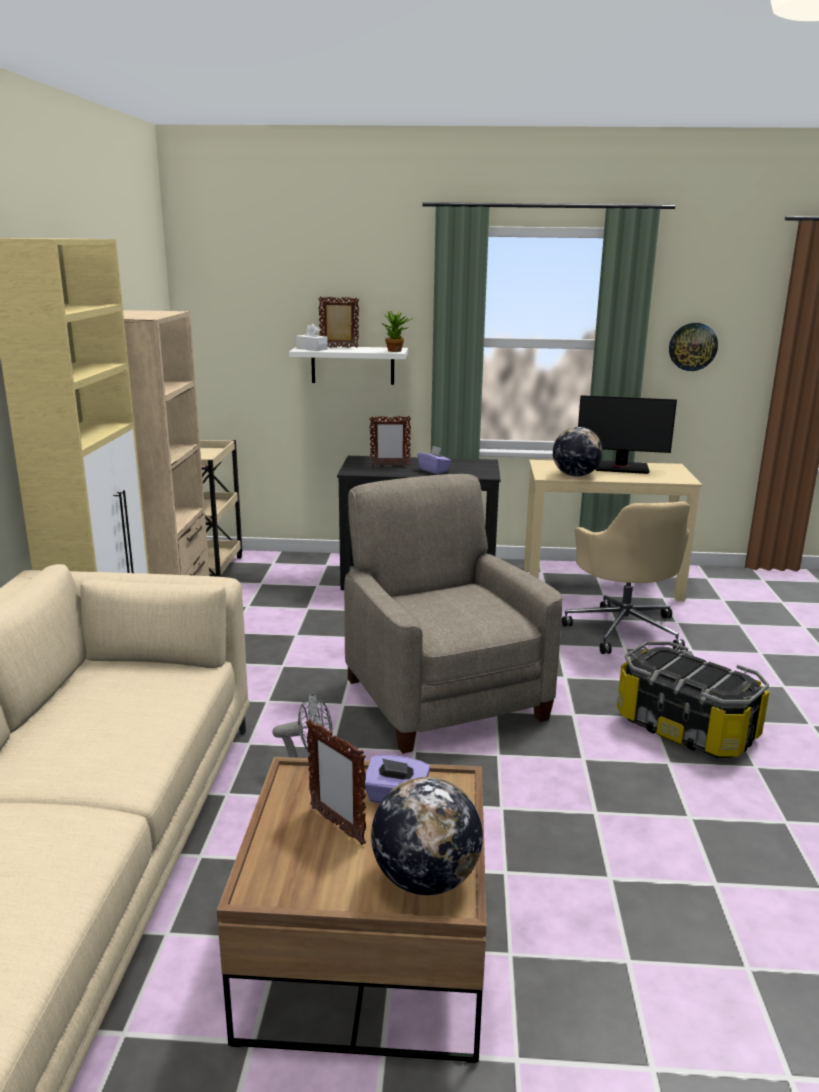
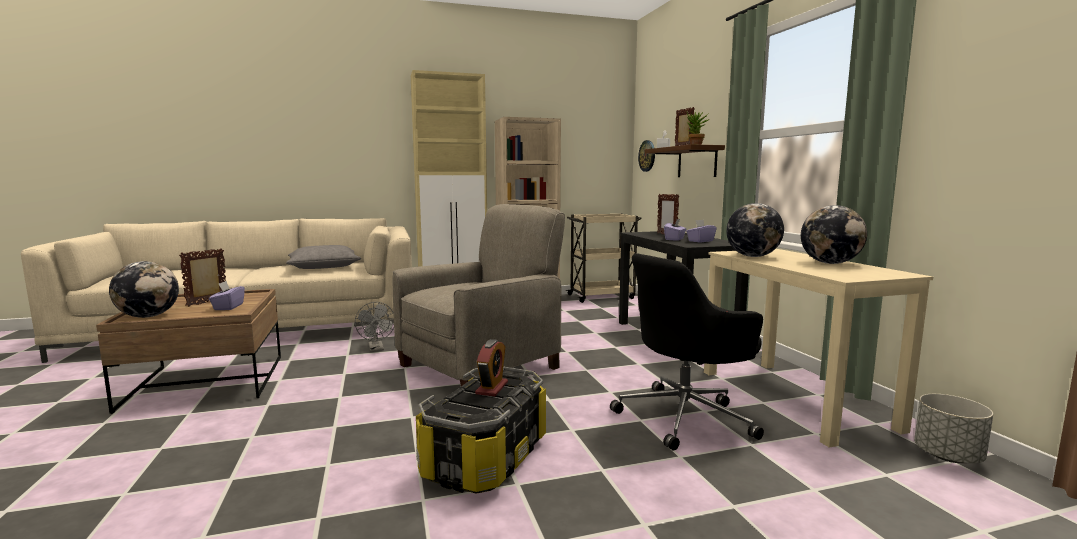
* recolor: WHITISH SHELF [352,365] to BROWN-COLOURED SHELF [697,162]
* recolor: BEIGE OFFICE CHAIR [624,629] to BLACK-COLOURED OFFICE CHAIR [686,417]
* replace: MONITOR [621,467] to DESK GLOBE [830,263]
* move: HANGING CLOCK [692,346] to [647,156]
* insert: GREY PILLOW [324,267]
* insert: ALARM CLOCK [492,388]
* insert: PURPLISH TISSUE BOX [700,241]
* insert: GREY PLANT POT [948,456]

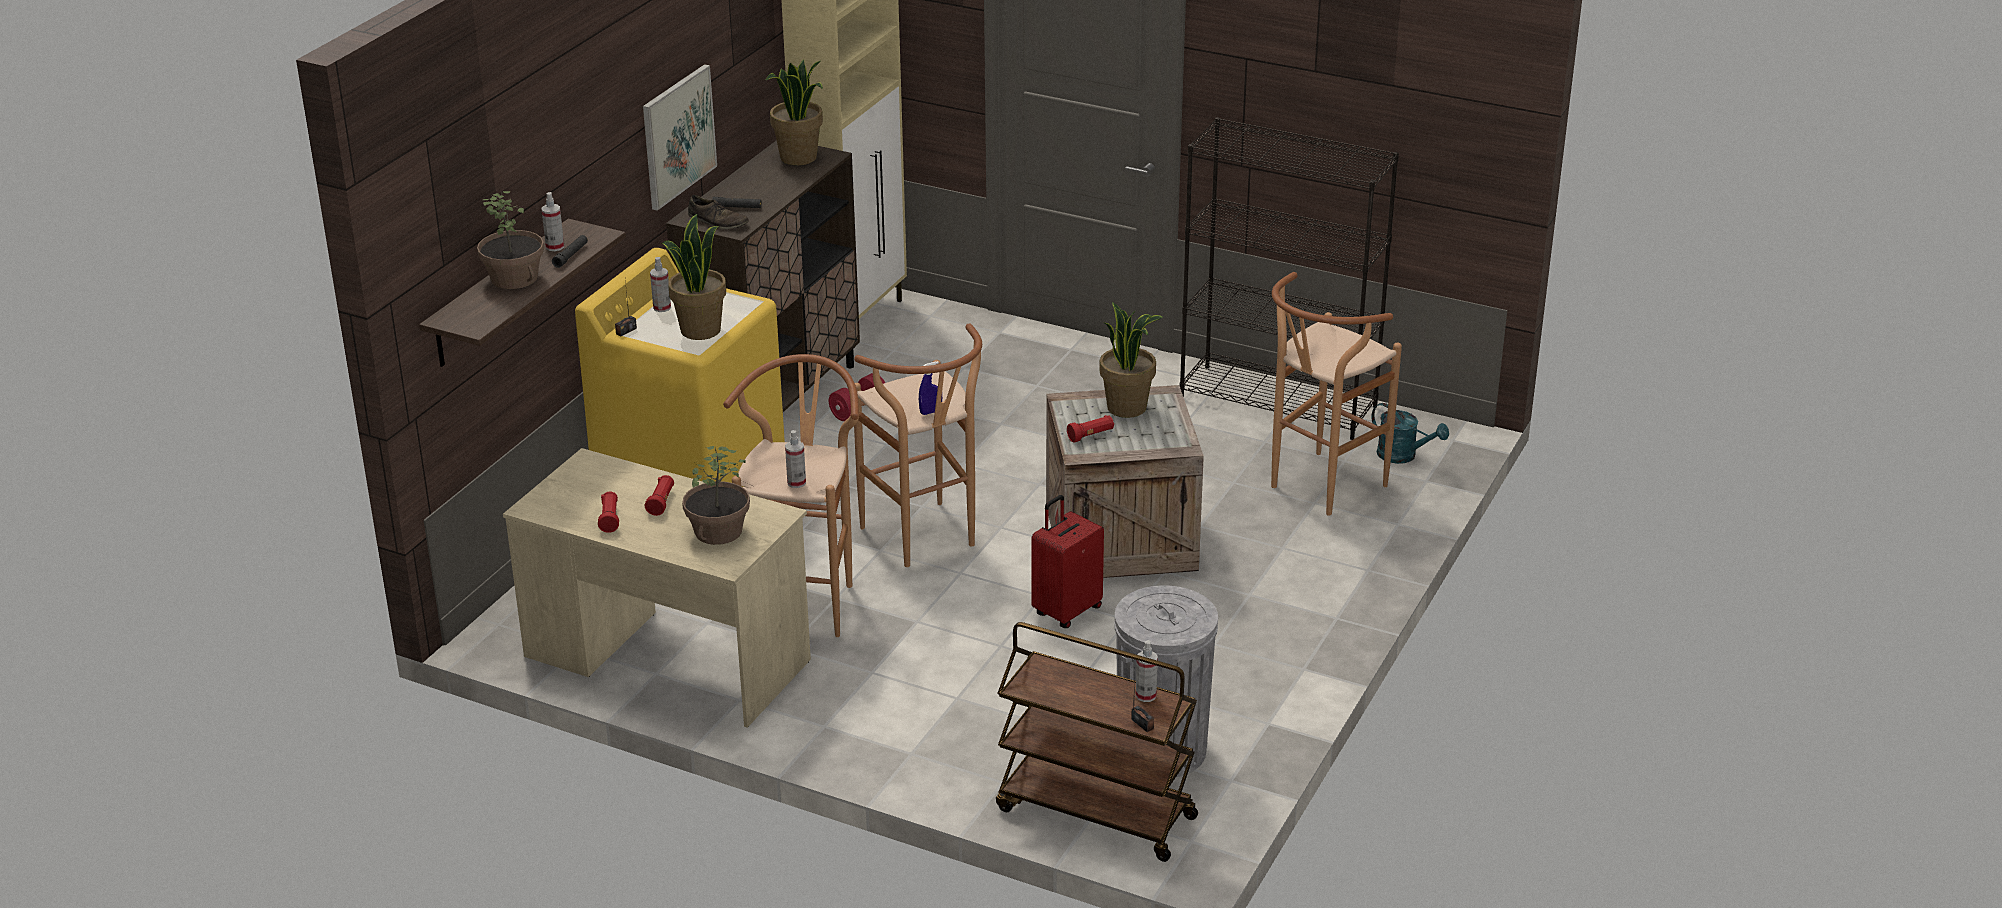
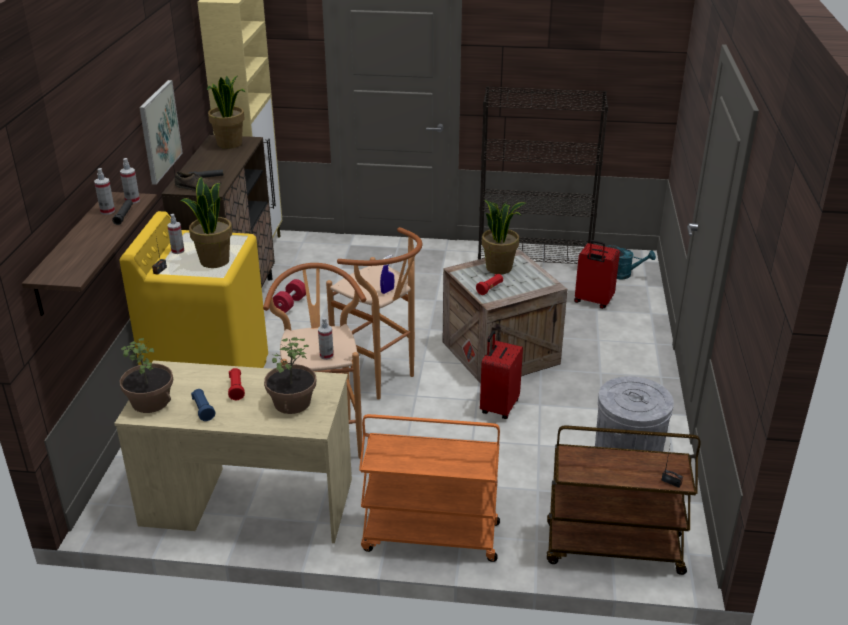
* move: HOUSEPLANT [515,278] to [151,401]
* recolor: RED-COLOURED FLASHLIGHT [610,519] to BLUE FLASHLIGHT [203,410]
* move: SPRAYER [1146,695] to [132,200]
* replace: BROWN-COLOURED SITTING STOOL [1319,489] to RED-COLOURED PIECE OF LUGGAGE [593,301]
* insert: ORANGE WHEELED CART [430,537]

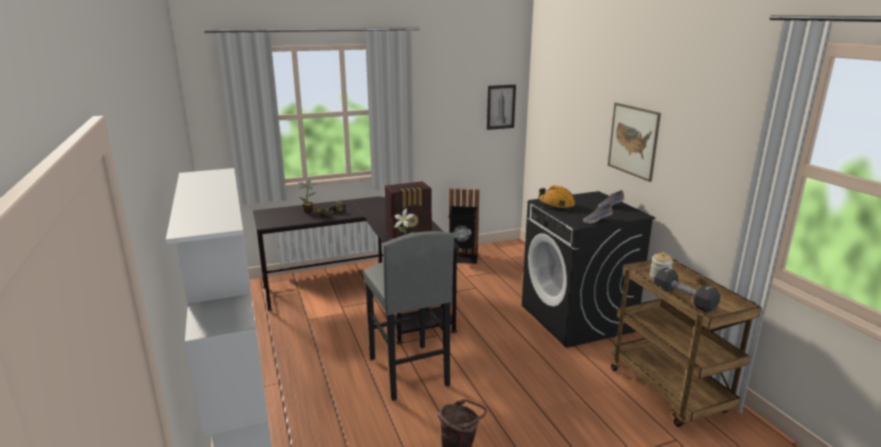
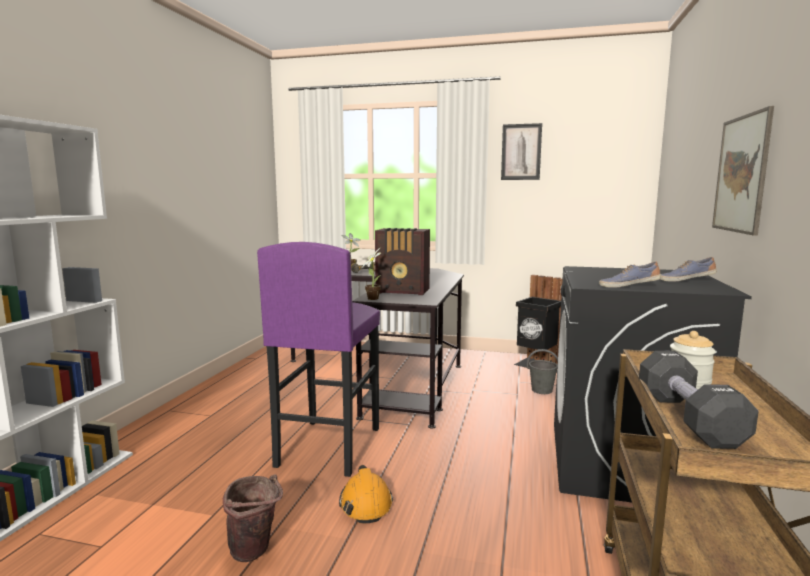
* recolor: GREY SITTING STOOL [408,372] to PURPLISH SITTING STOOL [328,447]
* move: WALL PICTURE [501,107] to [521,152]
* move: ORANGE HARD HAT [556,204] to [365,503]
* insert: GREY PAIL [542,390]

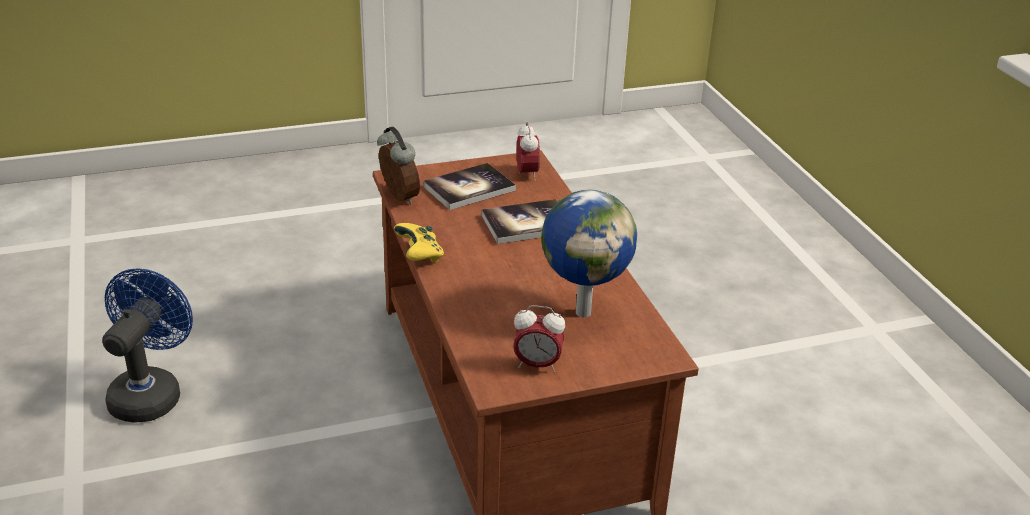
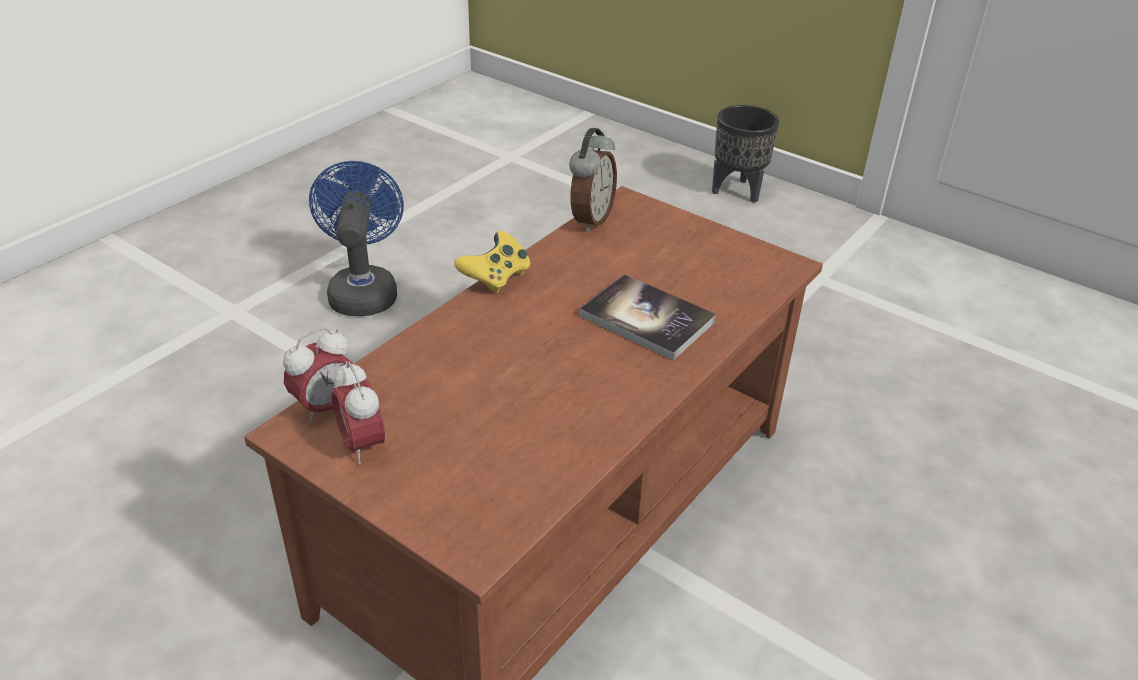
* rotate: BLUE ELECTRIC FAN [150,393] = [363,290] 75 degrees counterclockwise
* delete: BOOK [469,188]
* move: ALARM CLOCK [527,174] to [325,407]
* delete: DESK GLOBE [583,311]
* insert: BLACK-COLOURED PLANT POT [737,191]

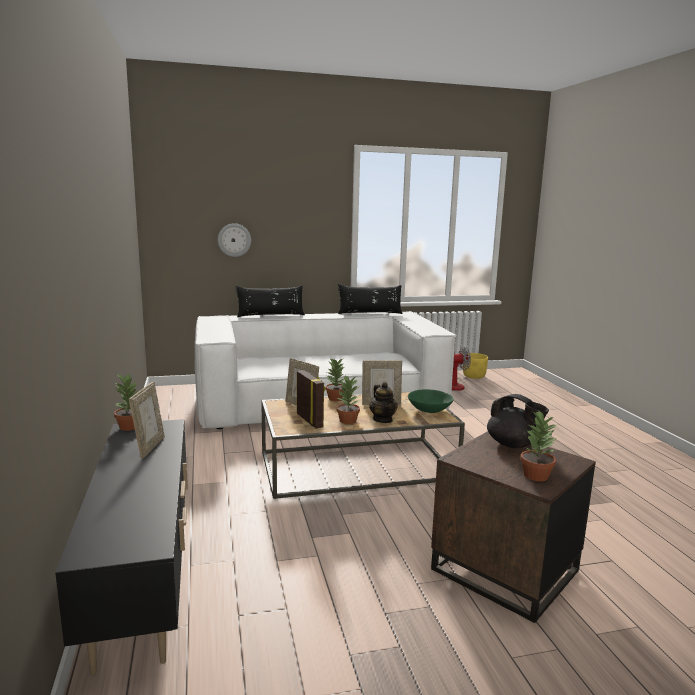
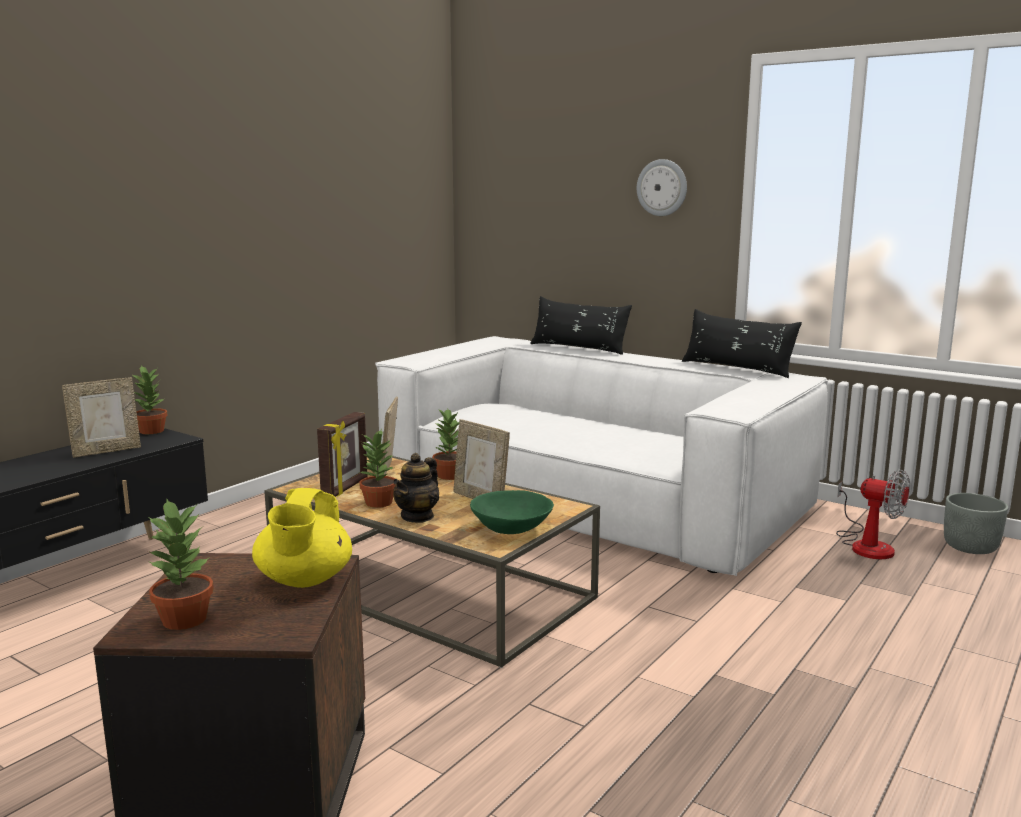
* move: HANGING CLOCK [234,240] to [662,187]
* recolor: YELLOWISH PLANT POT [474,376] to GREY PLANT POT [971,547]
* recolor: BLACK-COLOURED POT FOR TEA [513,445] to YELLOWISH POT FOR TEA [304,580]

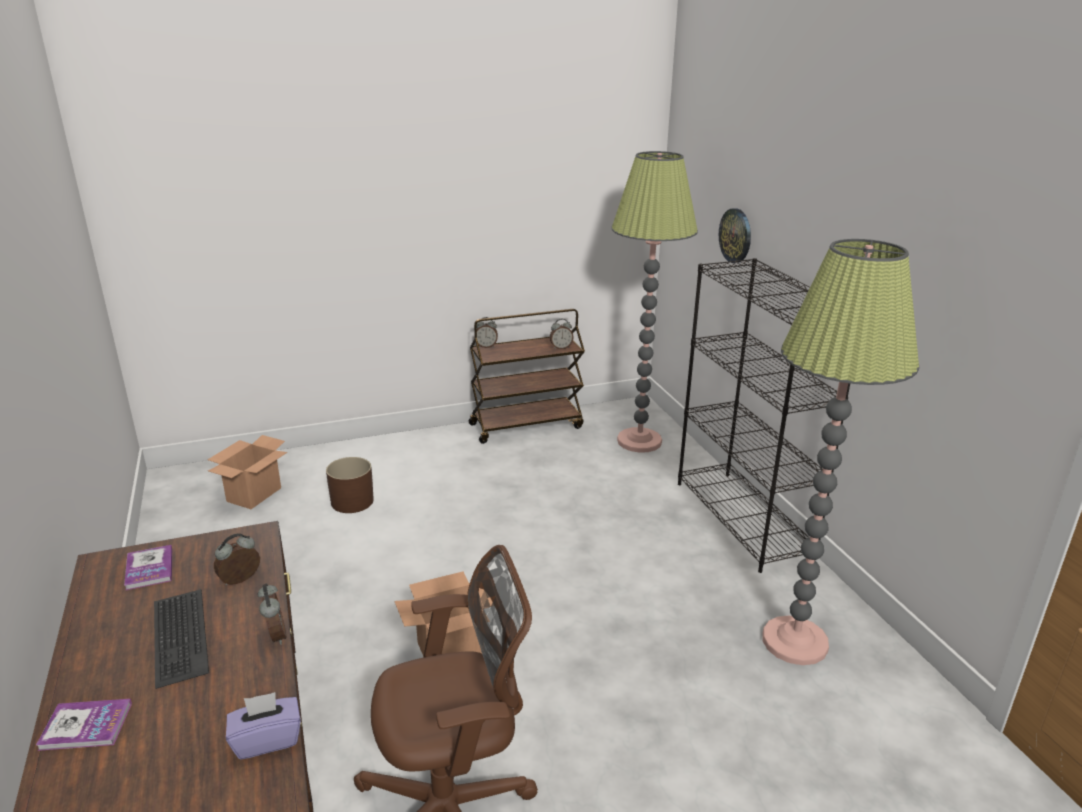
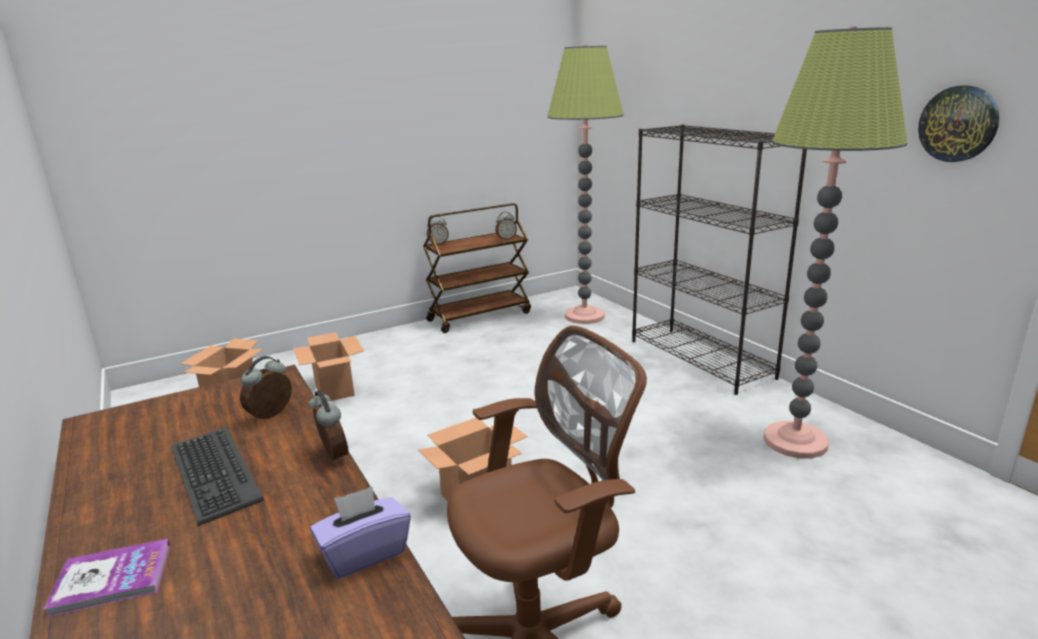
* delete: BOOK [149,569]
* replace: BROWN-COLOURED PLANT POT [352,502] to PACKING BOX [335,390]
* move: HANGING CLOCK [736,235] to [958,124]

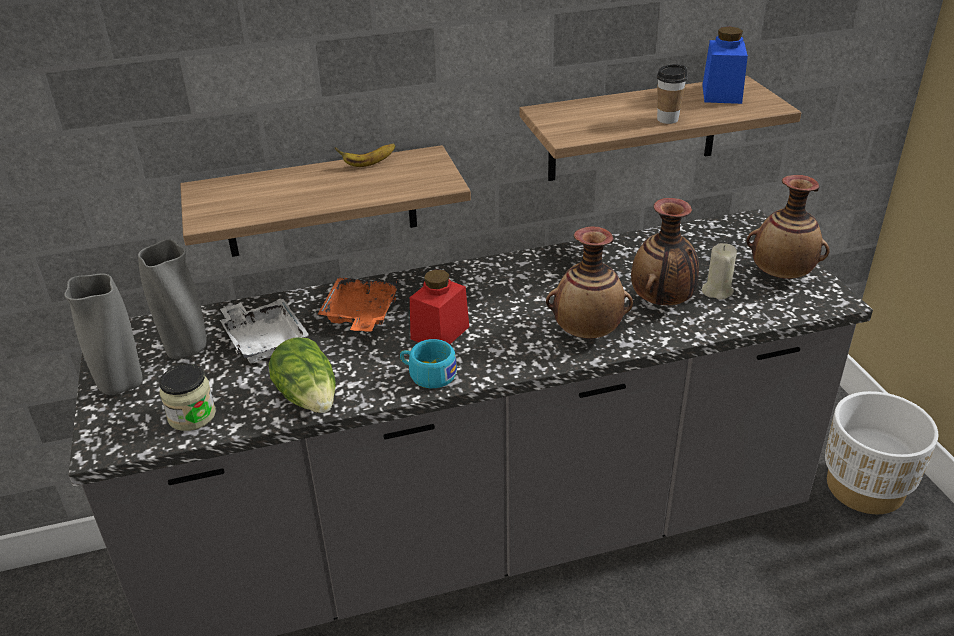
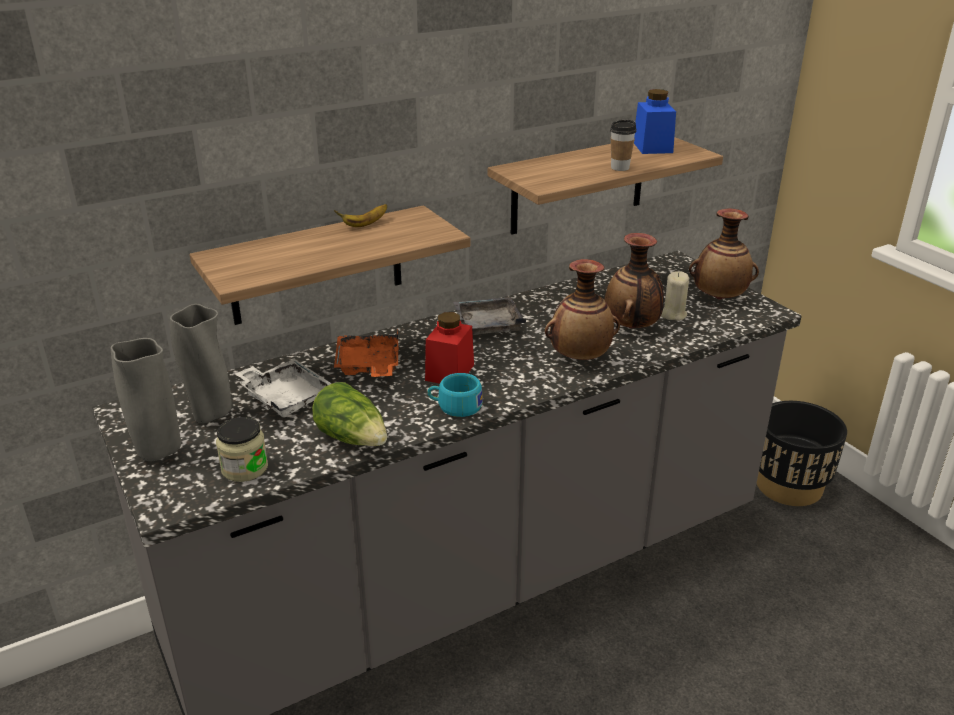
* recolor: WHITISH PLANT POT [864,487] to BLACK-COLOURED PLANT POT [788,486]
* insert: GREY CARRYING TRAY [485,326]

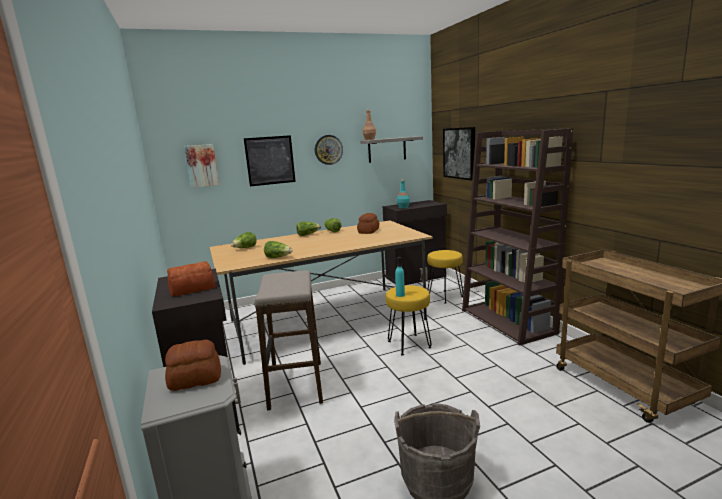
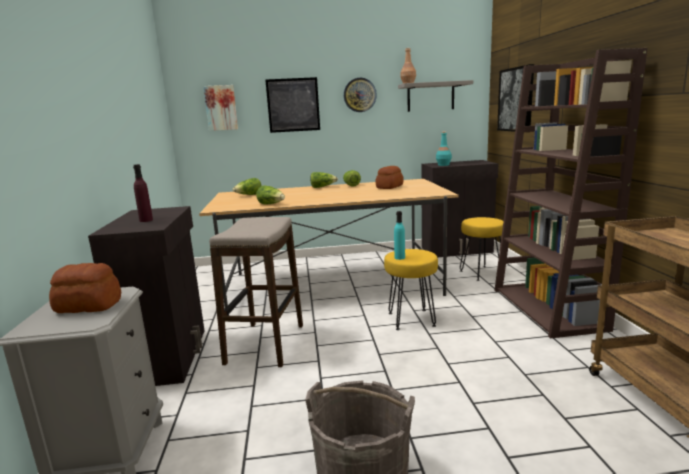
* replace: BREAD [191,289] to PURPLISH BEVERAGE BOTTLE [146,220]

